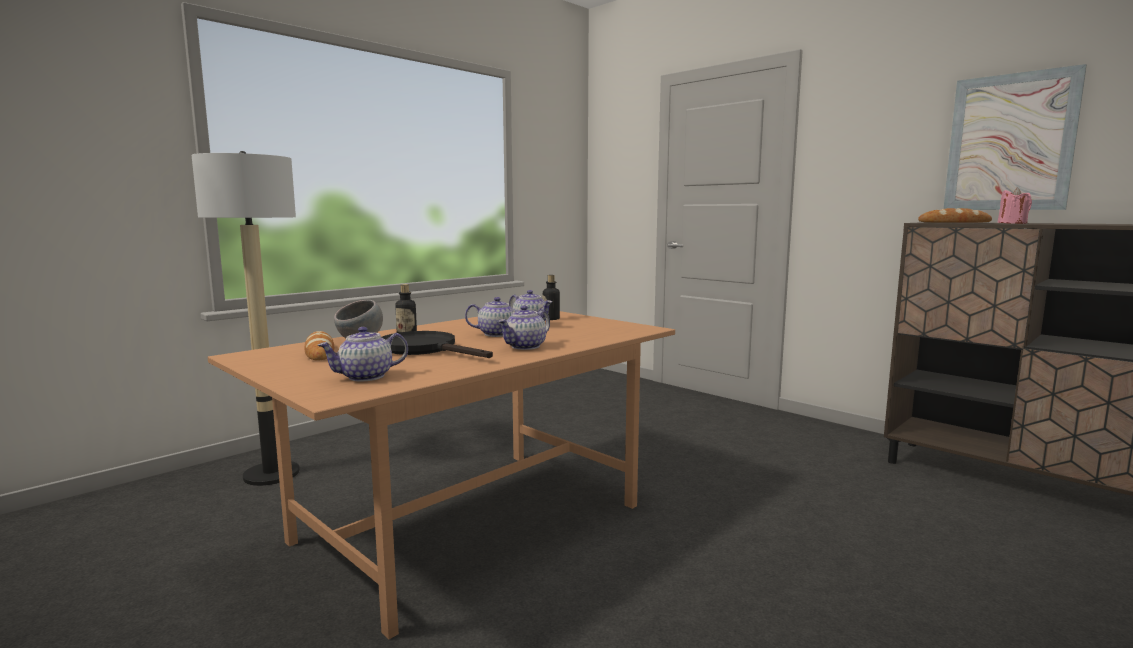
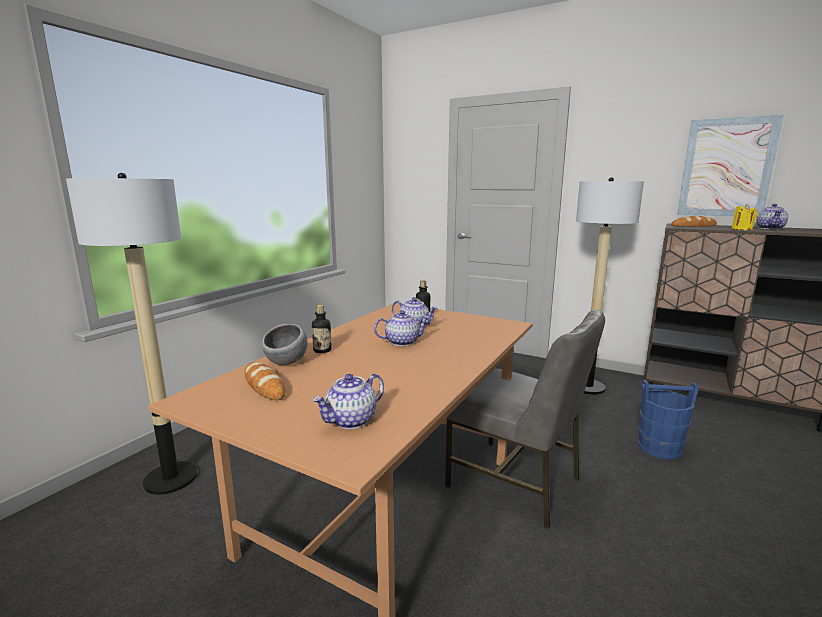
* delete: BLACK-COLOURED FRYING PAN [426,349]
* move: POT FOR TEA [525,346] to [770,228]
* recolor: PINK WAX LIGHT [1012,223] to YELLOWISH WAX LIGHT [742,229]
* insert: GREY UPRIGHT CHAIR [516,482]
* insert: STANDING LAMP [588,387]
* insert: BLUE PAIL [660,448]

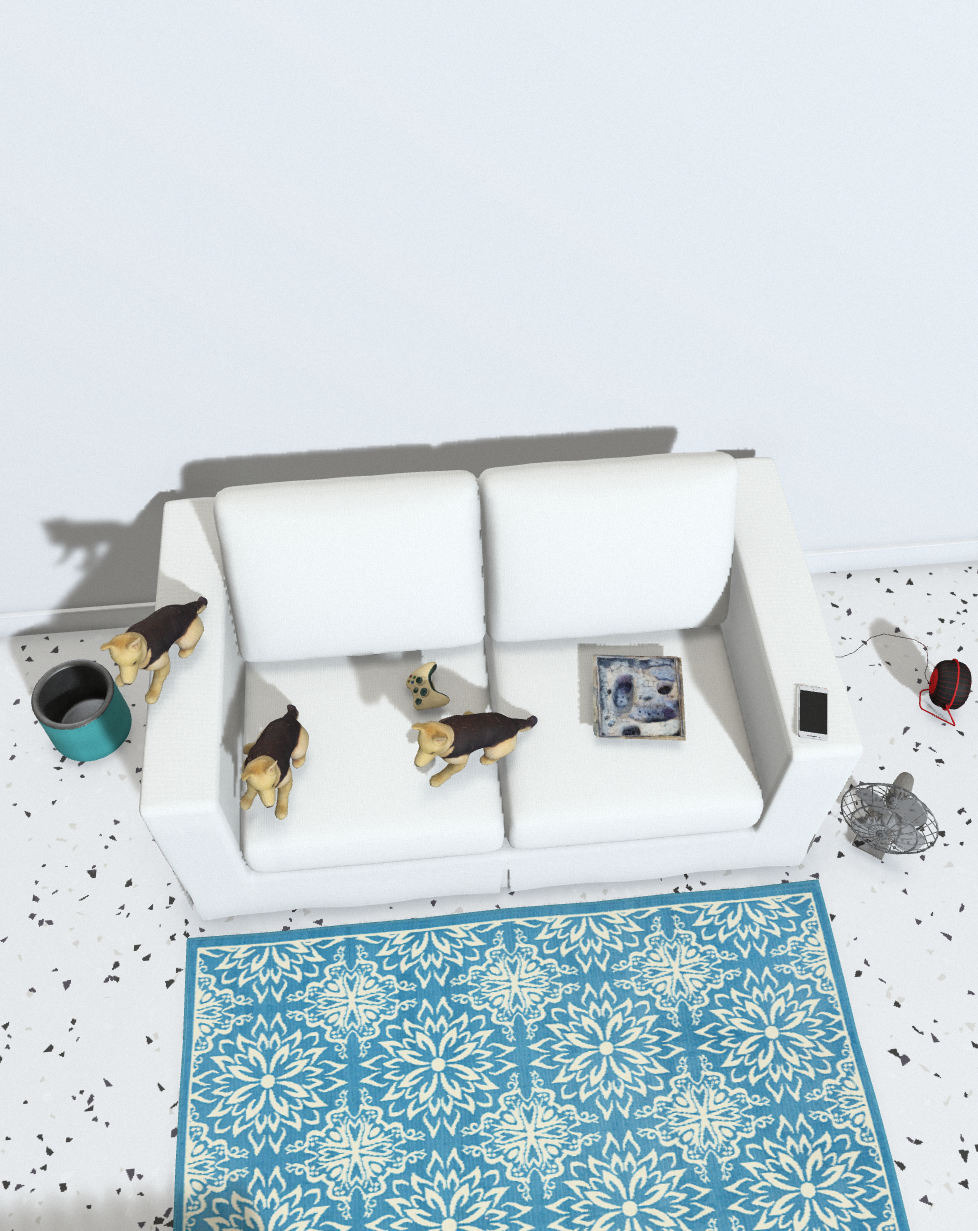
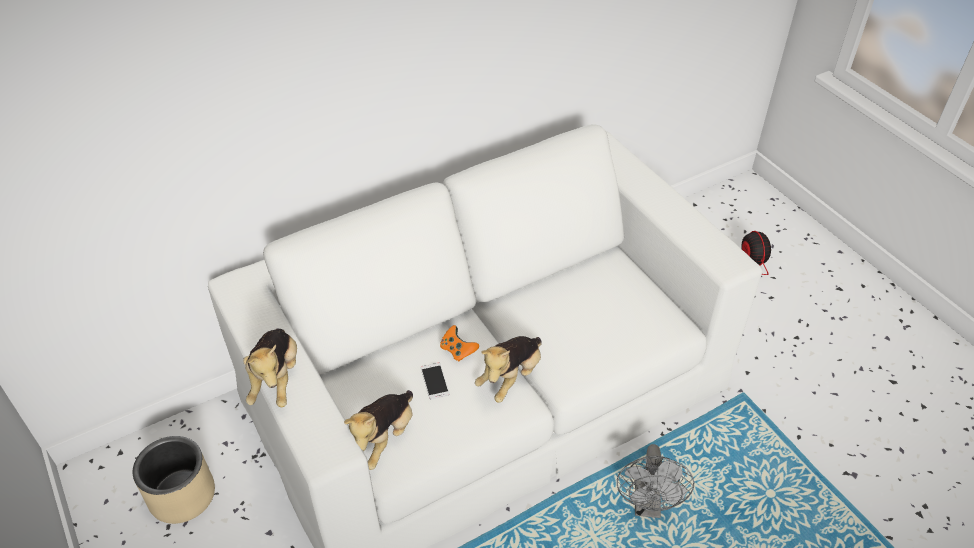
* recolor: TURQUOISE PLANT POT [94,728] to BEIGE PLANT POT [183,495]
* rotate: SOFT TOY [280,774] = [383,438] 45 degrees clockwise
* recolor: BEIGE JOYPAD [427,695] to ORANGE JOYPAD [458,350]
* delete: CARRYING TRAY [636,703]
* move: TELEPHONE [812,713] to [434,381]
* move: GREY ELECTRIC FAN [872,840] to [648,506]

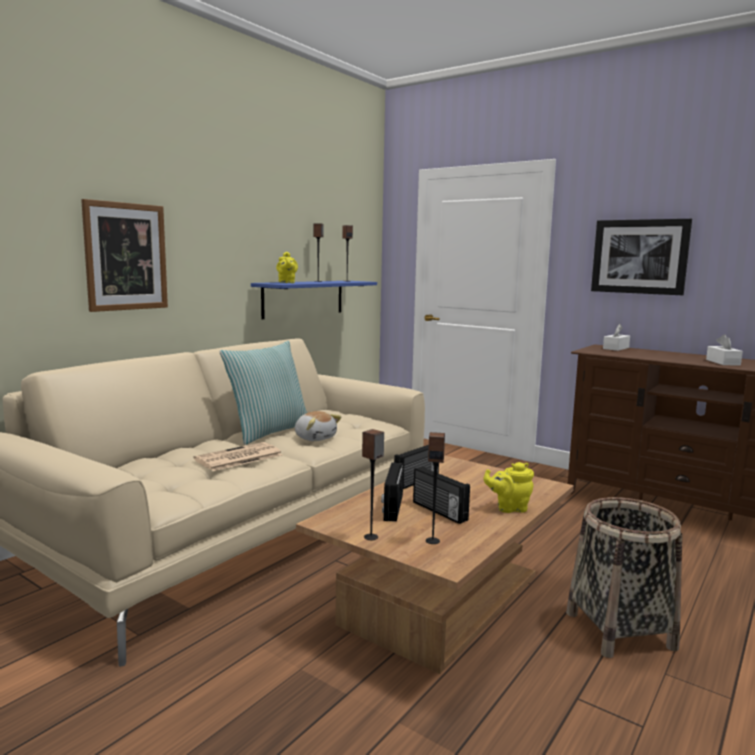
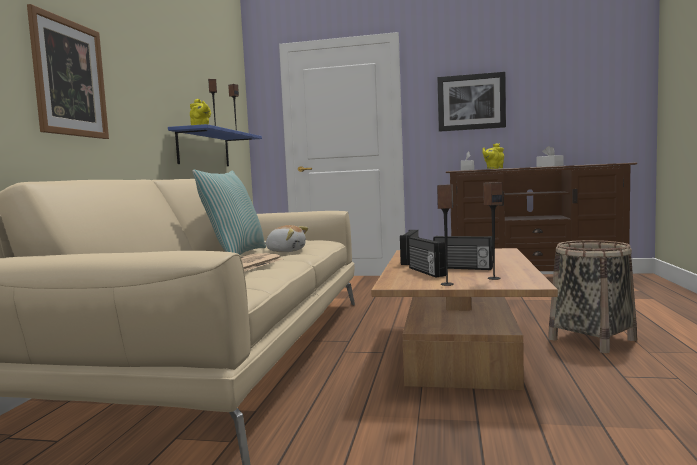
* move: YELLOWISH POT FOR TEA [509,508] to [493,168]

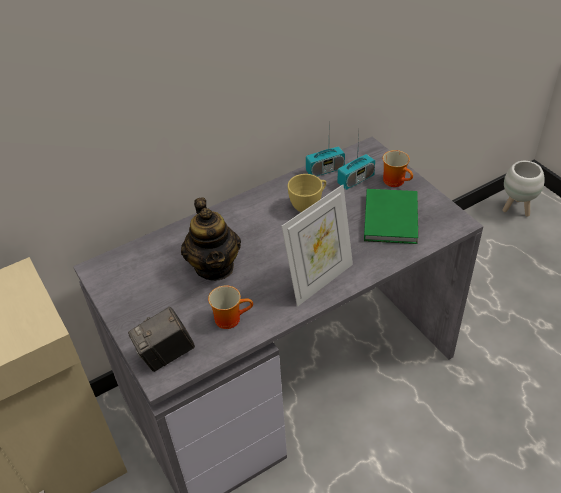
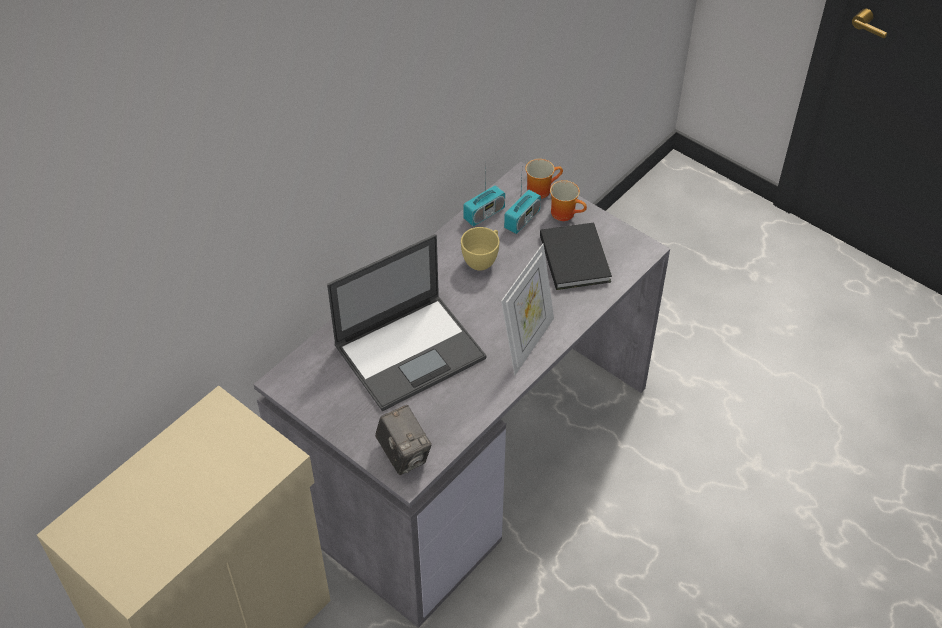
* rotate: PHOTO CAMERA [166,355] = [404,454] 75 degrees counterclockwise
* replace: POT FOR TEA [215,266] to NOTEBOOK COMPUTER [411,351]
* move: COFFEE MUG [230,317] to [540,189]
* recolor: GREEN-COLOURED BOOK [392,217] to BLACK-COLOURED BOOK [575,257]
* delete: WHITISH PLANT POT [516,209]

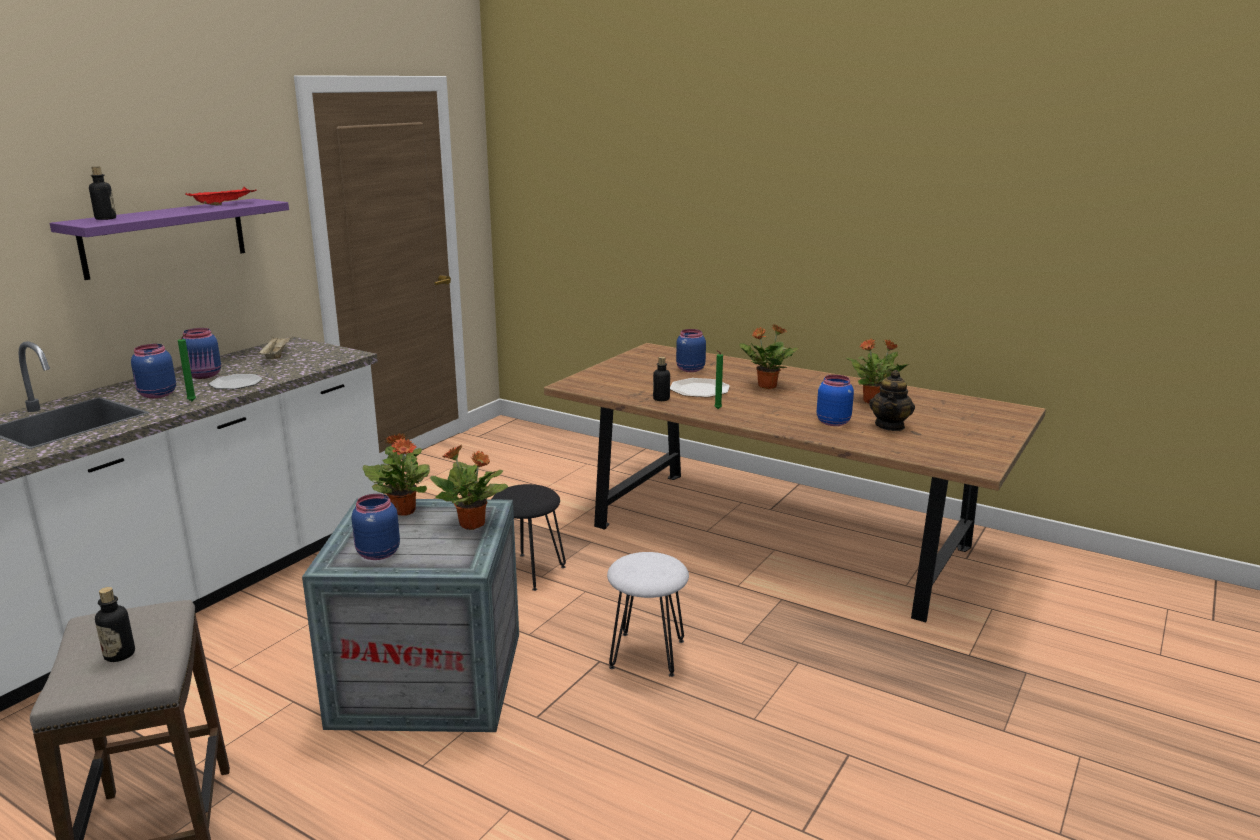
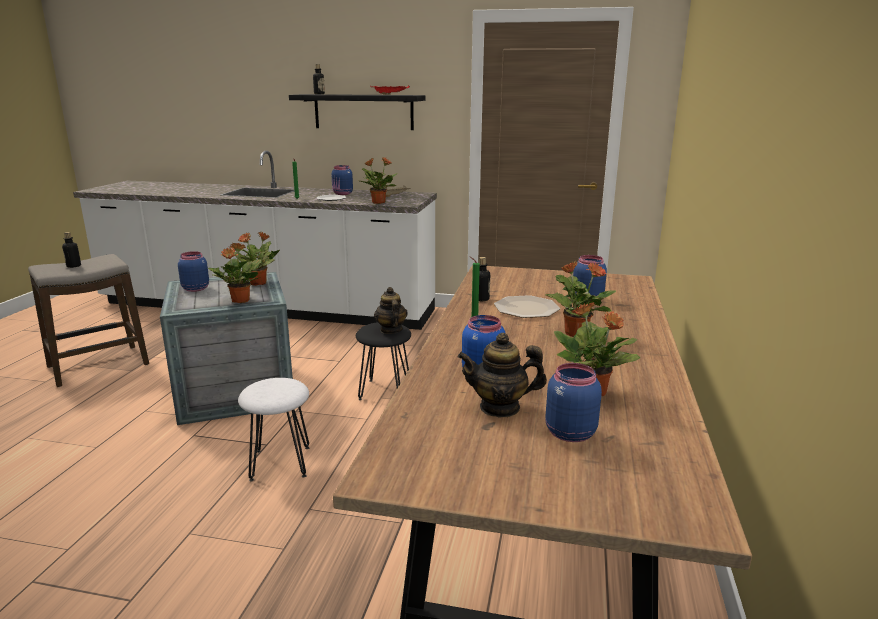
* recolor: PURPLISH SHELF [165,237] to BLACK-COLOURED SHELF [363,112]
* move: BLUE STORAGE JAR [156,395] to [568,433]
* insert: HOUSEPLANT [378,202]
* insert: POT FOR TEA [390,330]

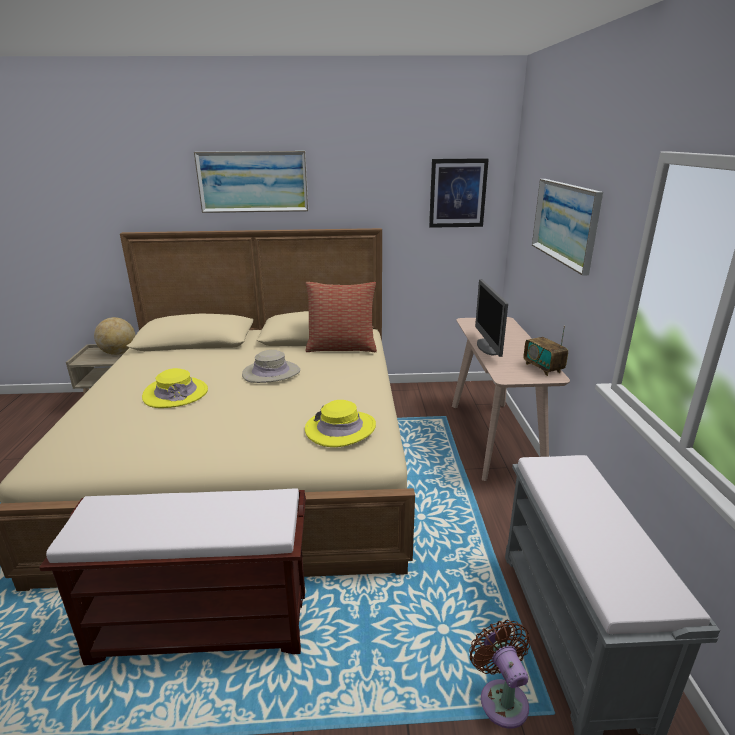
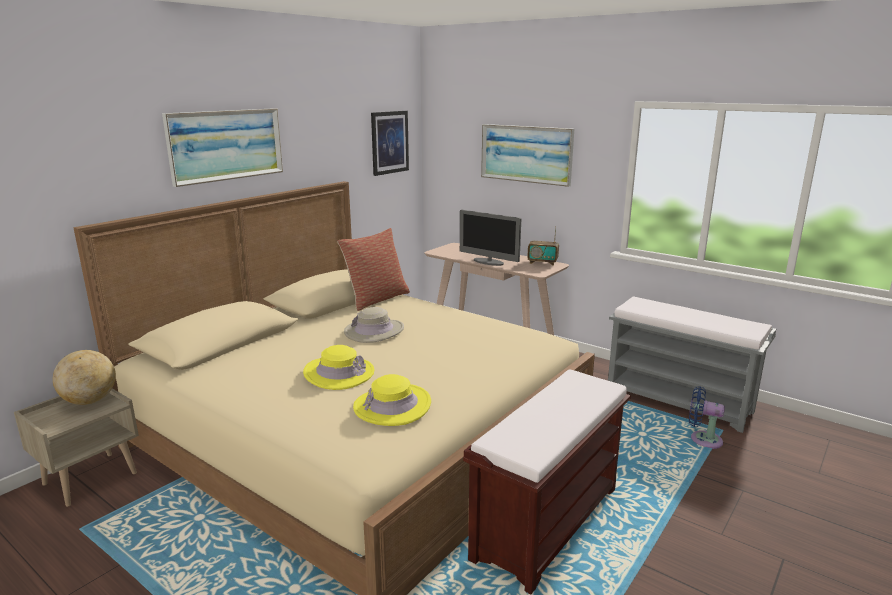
* move: YELLOWISH CLOTHING HAT [340,428] to [392,406]
* recolor: BROWN-COLOURED ELECTRIC FAN [501,698] to BLUE ELECTRIC FAN [702,439]

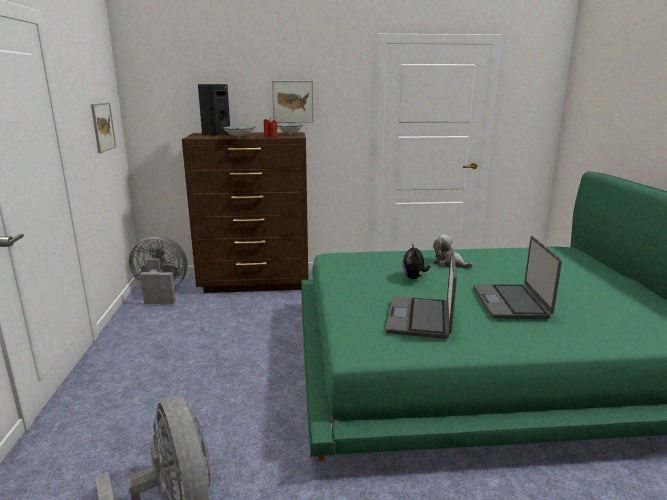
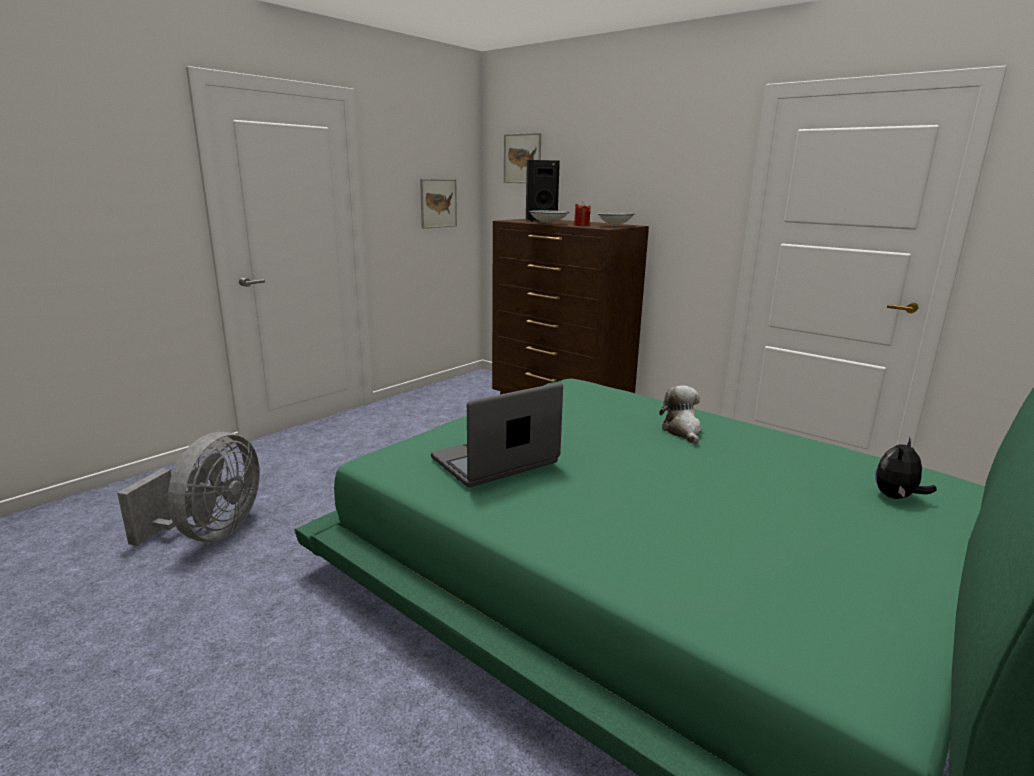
* delete: GREY ELECTRIC FAN [161,293]
* move: WALL PICTURE [293,102] to [522,158]
* move: SOFT TOY [414,278] to [896,497]
* delete: NOTEBOOK COMPUTER [511,302]

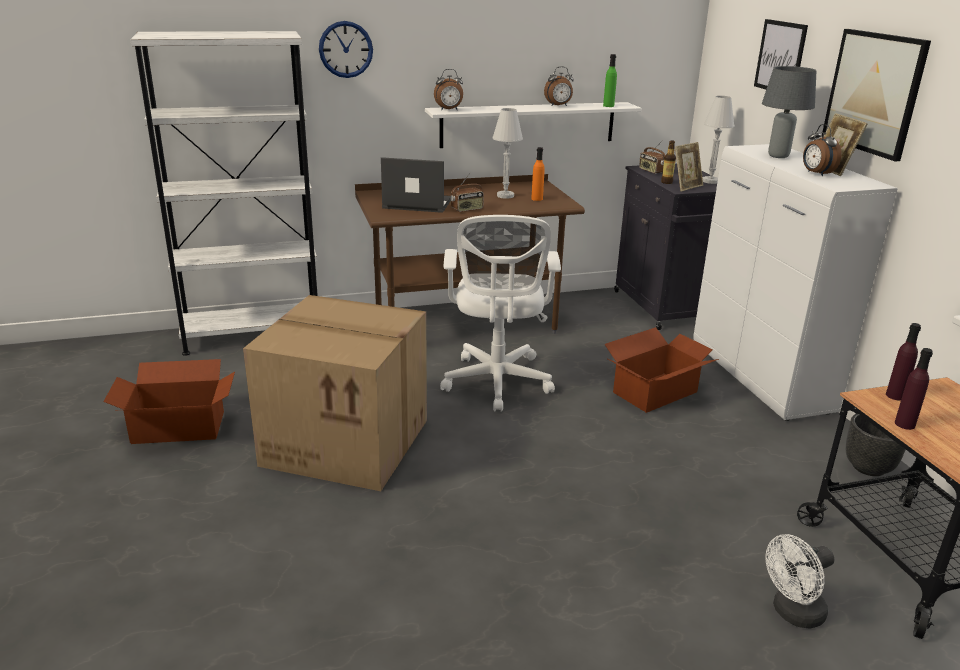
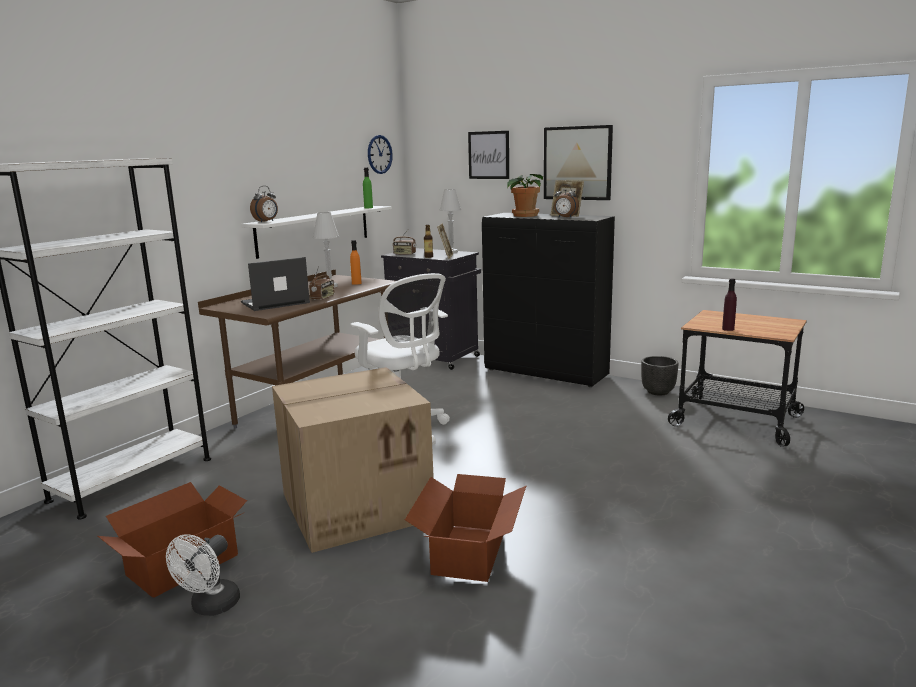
* move: HANGING CLOCK [346,49] to [379,154]
* delete: ALARM CLOCK [558,106]
* move: PACKING BOX [656,392] to [470,552]
* recolor: WHITISH STORAGE CABINET [760,378] to BLACK-COLOURED STORAGE CABINET [546,373]
* replace: GREY TABLE LAMP [779,156] to HOUSEPLANT [524,215]
* move: WHITISH ELECTRIC FAN [792,613] to [210,607]
* delete: PURPLISH BEVERAGE BOTTLE [895,395]

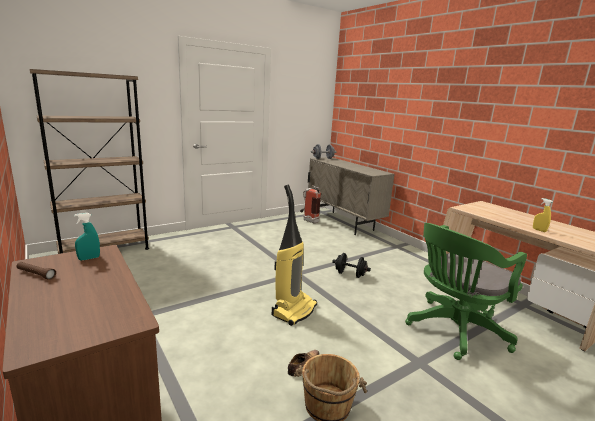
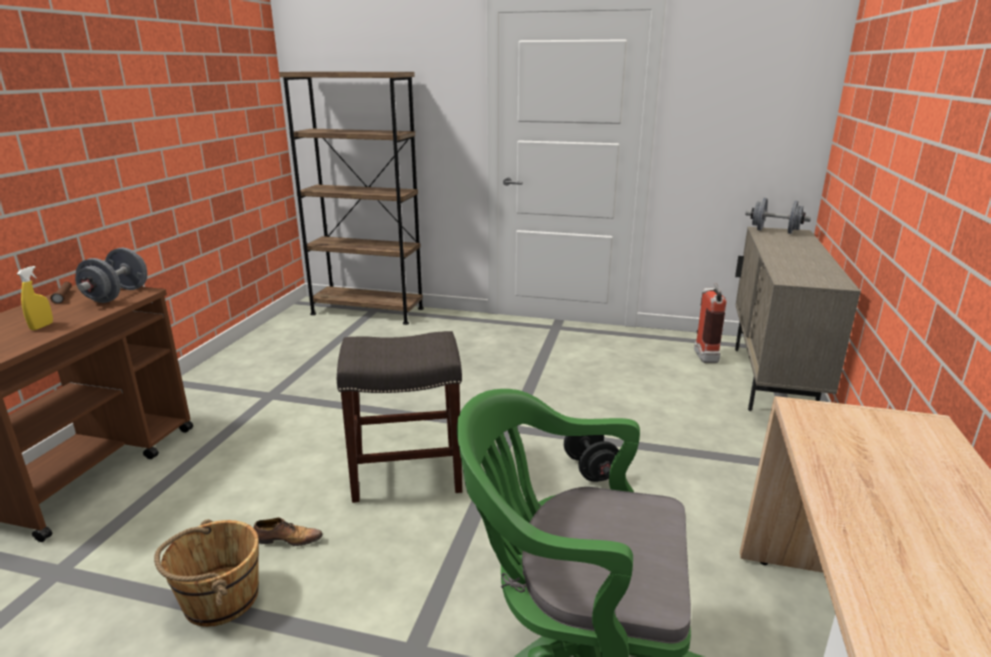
* replace: TURQUOISE SPRAYER [89,258] to GREY HAND WEIGHT [117,295]
* replace: VACUUM CLEANER [294,310] to GREY SITTING STOOL [408,472]
* move: YELLOWISH SPRAYER [539,230] to [42,326]

